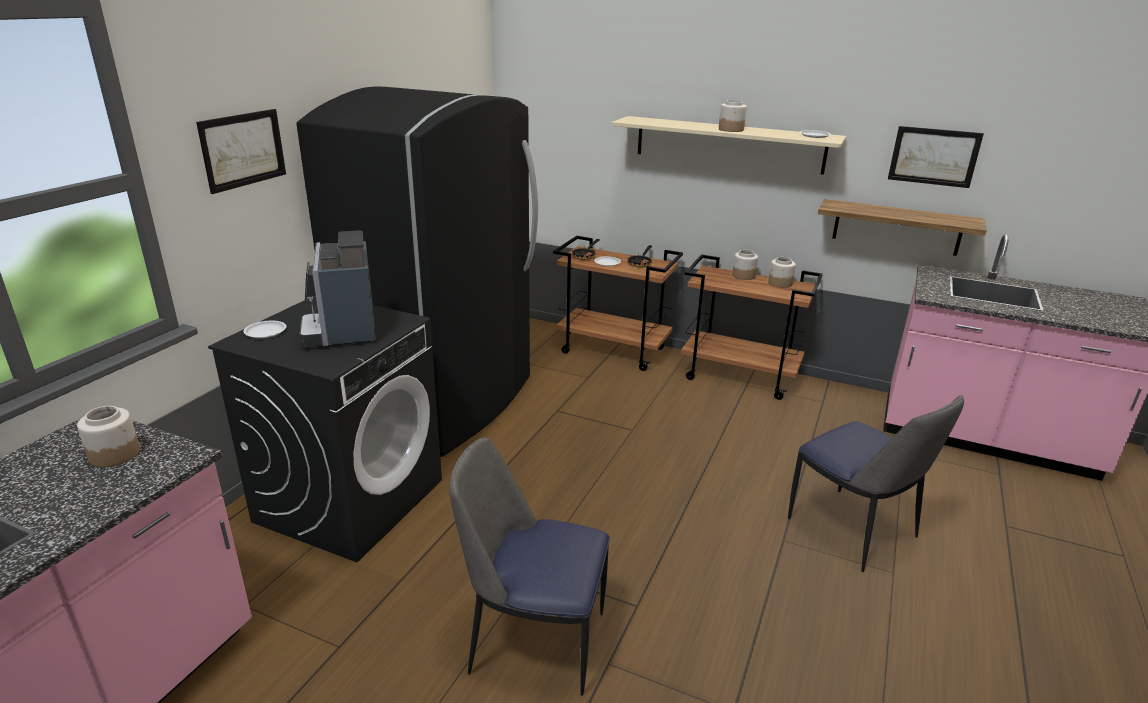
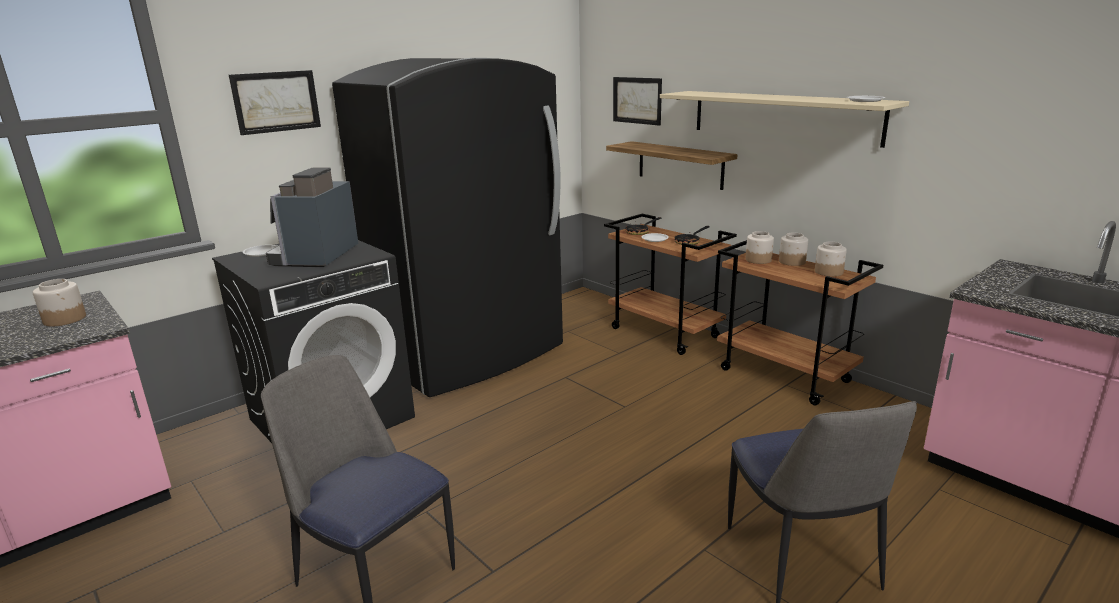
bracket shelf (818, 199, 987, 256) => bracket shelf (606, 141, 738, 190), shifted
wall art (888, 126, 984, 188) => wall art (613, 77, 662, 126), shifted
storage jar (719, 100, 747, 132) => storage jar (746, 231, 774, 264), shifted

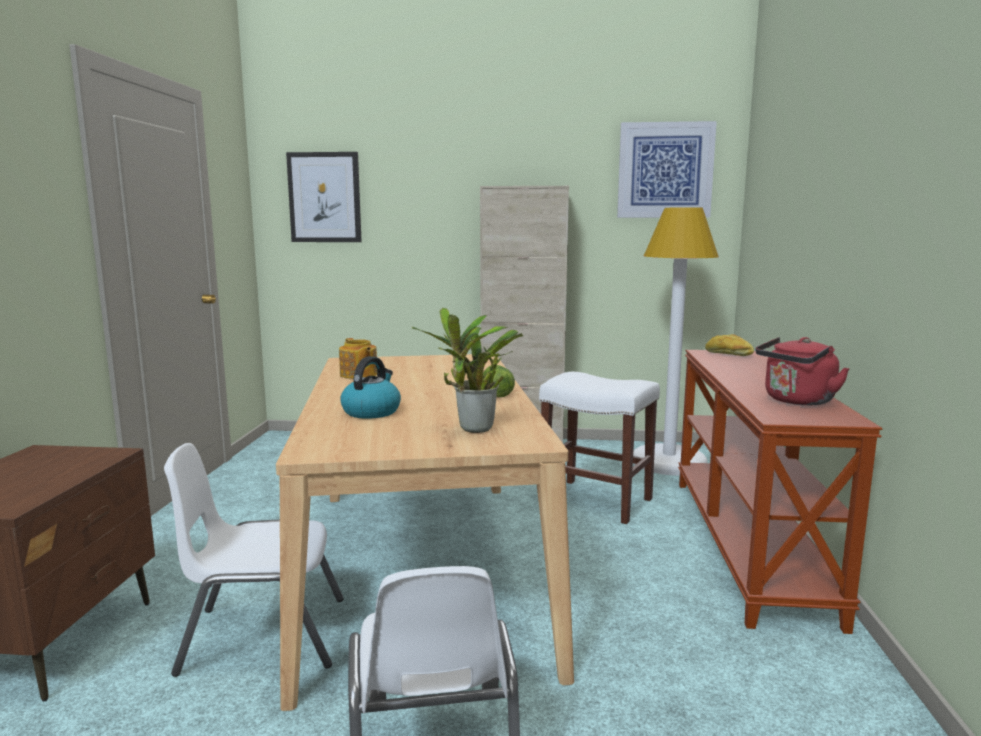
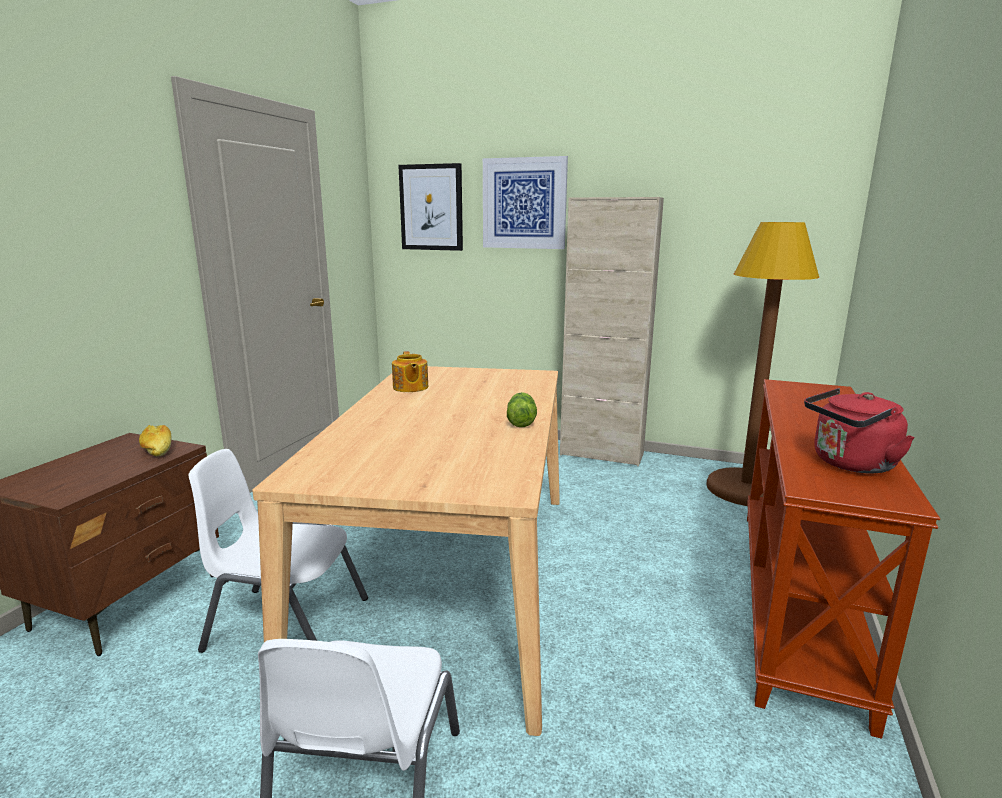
bakery bread (705, 334, 754, 356) => bakery bread (139, 425, 171, 456), shifted
wall art (617, 121, 717, 218) => wall art (483, 156, 568, 249), shifted
white floor lamp (633, 207, 719, 475) => brown-coloured floor lamp (706, 222, 819, 506)
water kettle (340, 356, 401, 419) => nothing
houseplant (412, 308, 523, 433) => nothing
white stool seat (539, 372, 660, 524) => nothing

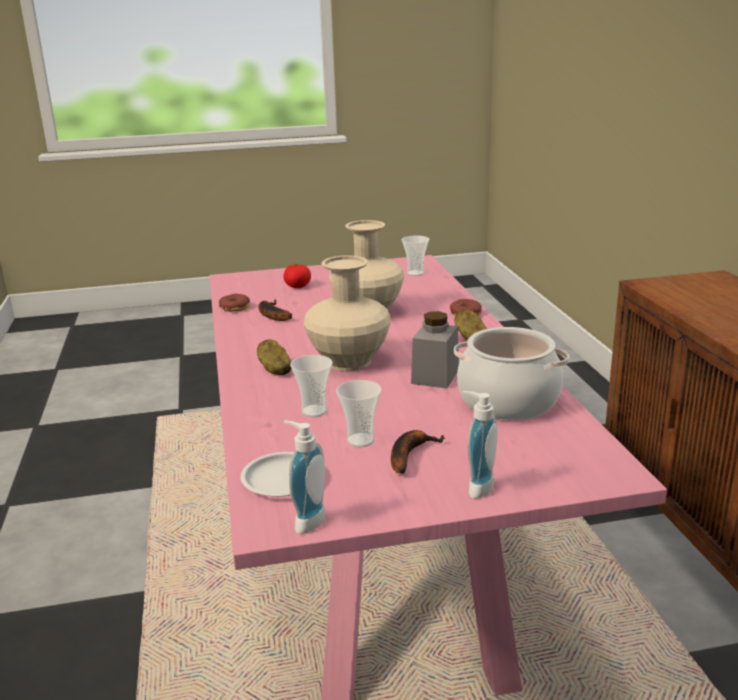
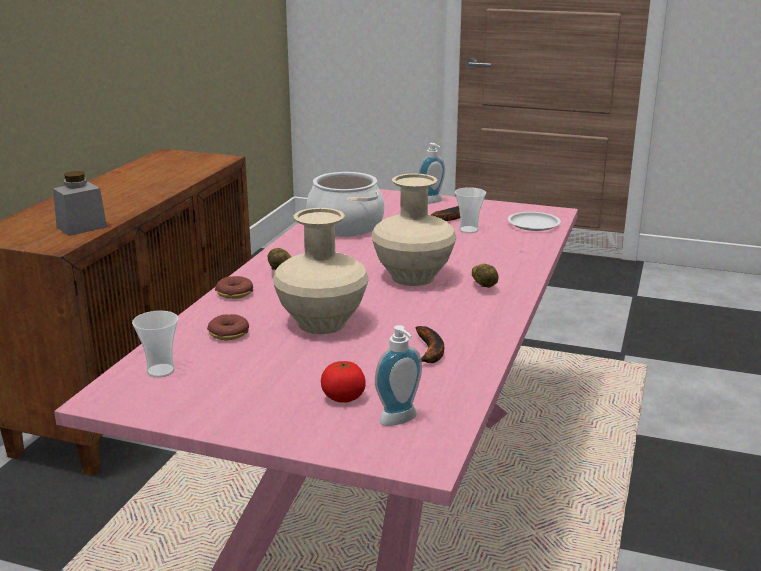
gray storage jar (411, 311, 459, 388) => gray storage jar (53, 171, 107, 236), shifted
ring doughnut (219, 294, 250, 312) => ring doughnut (207, 314, 249, 340), shifted
liquid soap bottle (283, 421, 326, 534) => liquid soap bottle (375, 325, 422, 426), shifted
small cup (290, 355, 332, 417) => nothing

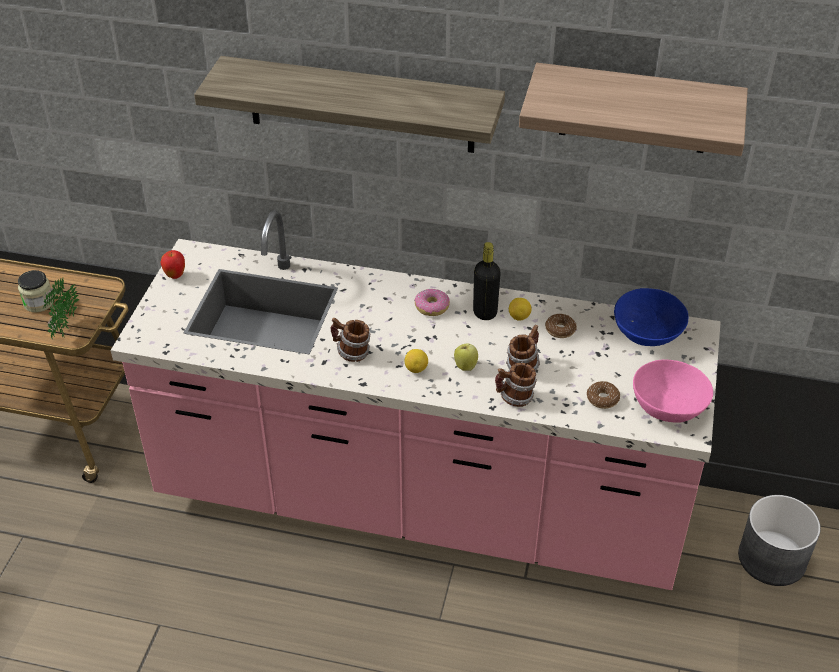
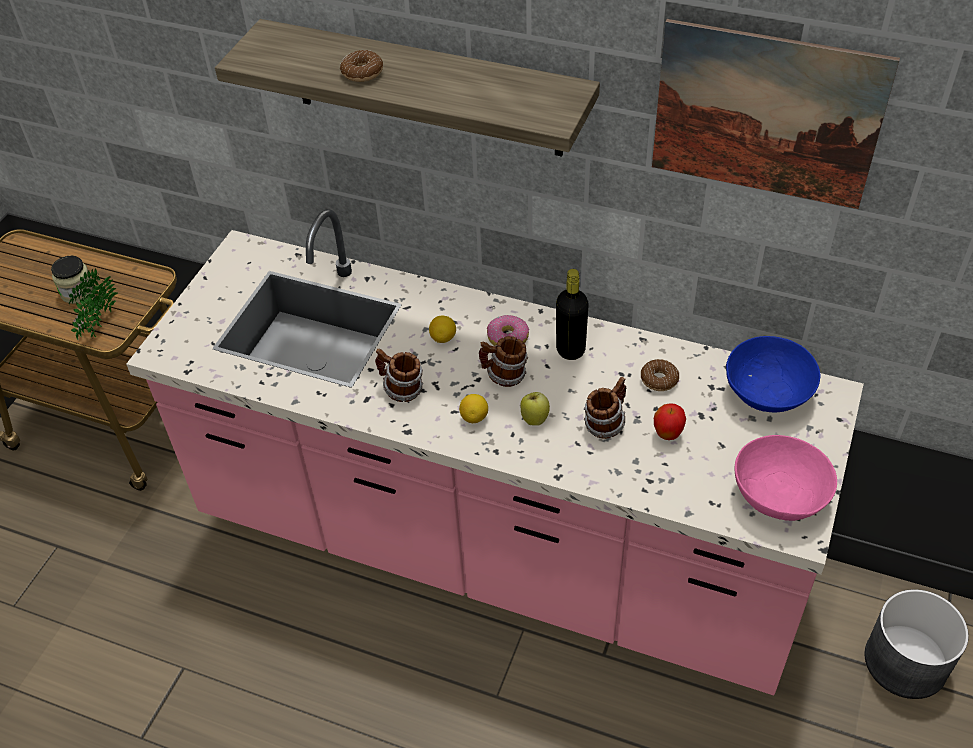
ring doughnut (587, 381, 620, 409) => ring doughnut (340, 50, 383, 82), shifted
lemon (509, 298, 531, 321) => lemon (429, 316, 456, 343), shifted
mug (495, 363, 537, 407) => mug (479, 336, 528, 387), shifted
bracket shelf (519, 63, 748, 156) => wall art (652, 19, 900, 209)
apple (161, 250, 185, 279) => apple (654, 403, 686, 440), shifted

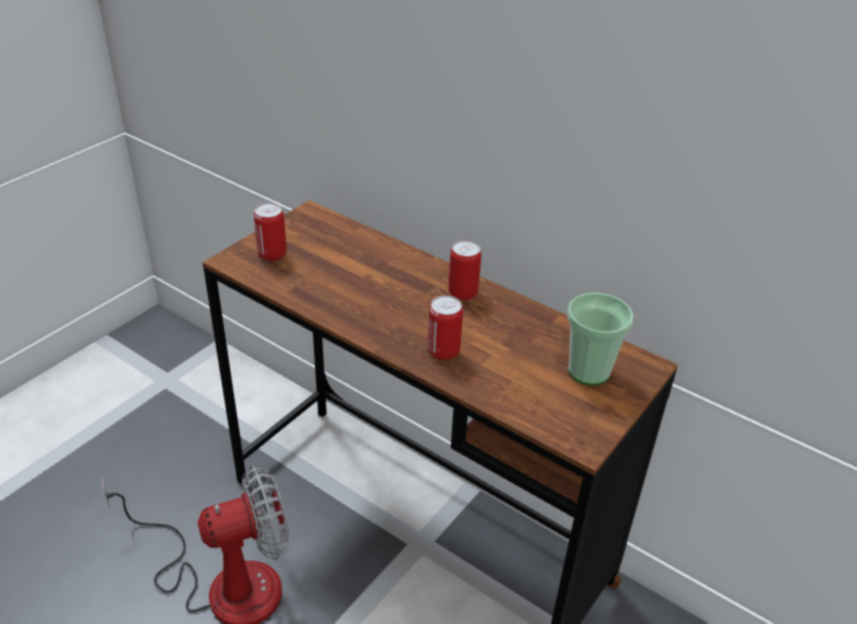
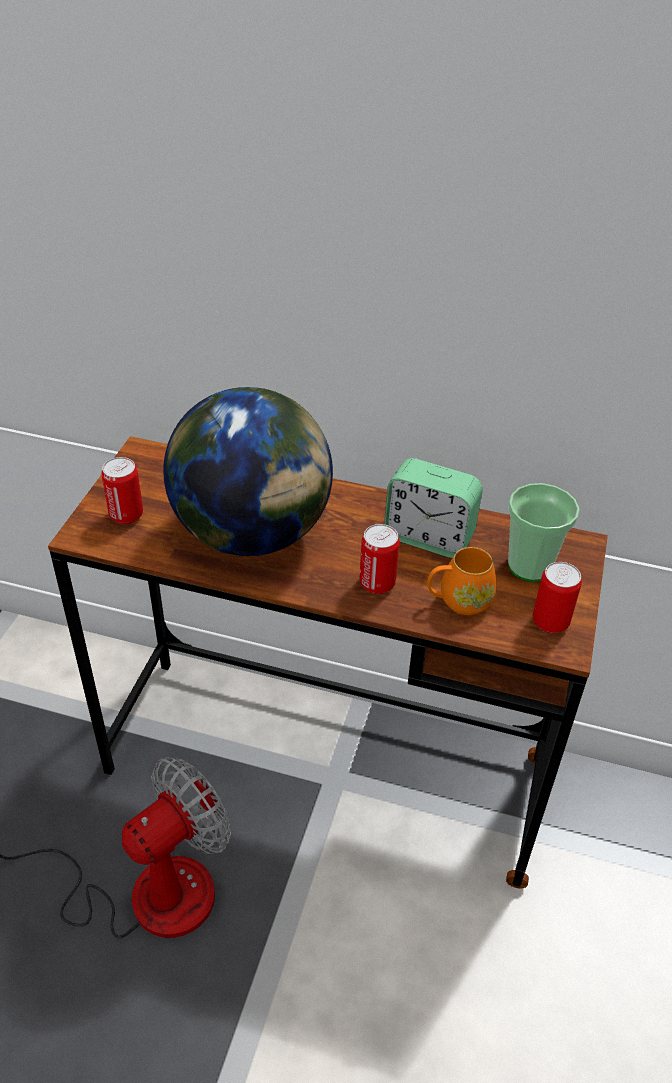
nothing => world globe (163, 387, 333, 556)
nothing => table clock (384, 458, 483, 558)
nothing => orange-coloured mug (427, 547, 497, 615)
metal can (448, 240, 481, 300) => metal can (533, 562, 582, 634), shifted

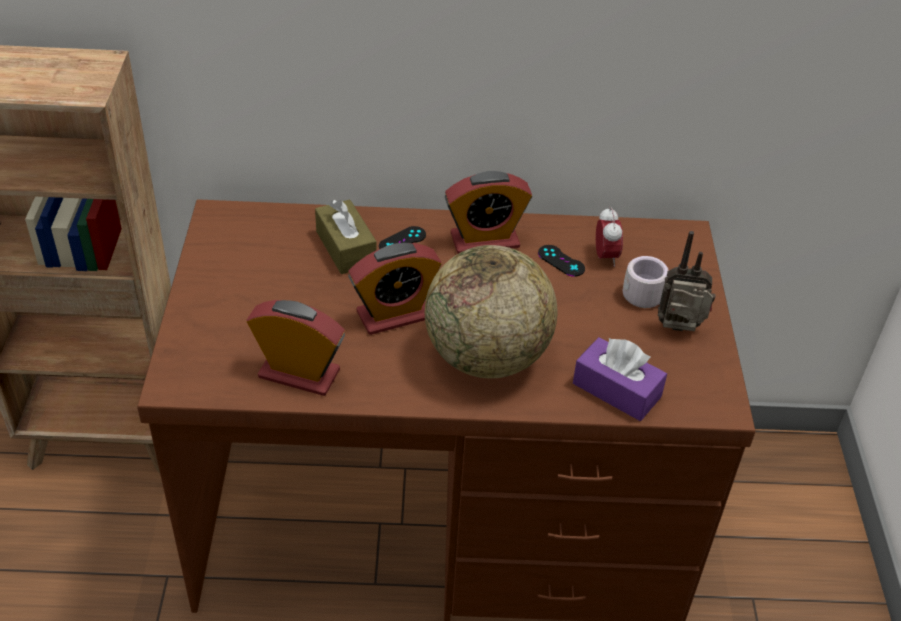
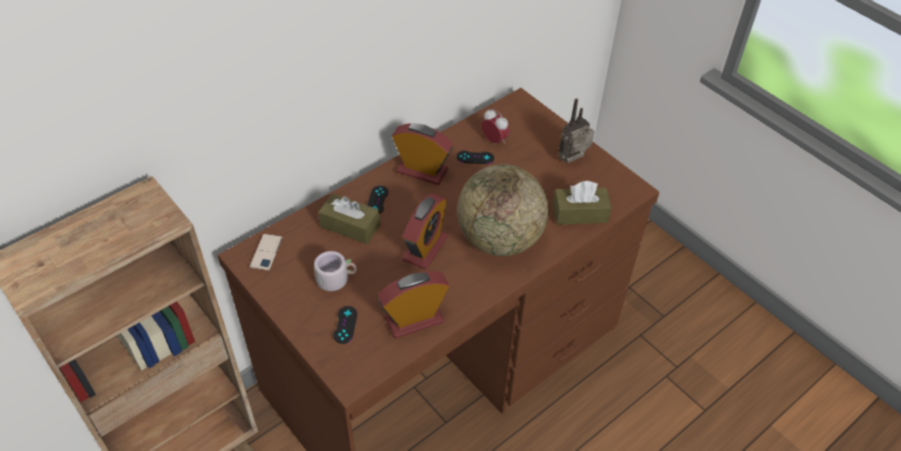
nothing => telephone (249, 234, 283, 271)
gray mug (623, 256, 669, 308) => gray mug (314, 251, 357, 291), shifted
nothing => black gamepad (333, 306, 357, 344)
table clock (445, 171, 532, 254) => table clock (392, 123, 453, 185), 105 degrees counterclockwise
purple tissue box (573, 337, 667, 421) => brown-coloured tissue box (553, 181, 612, 225)

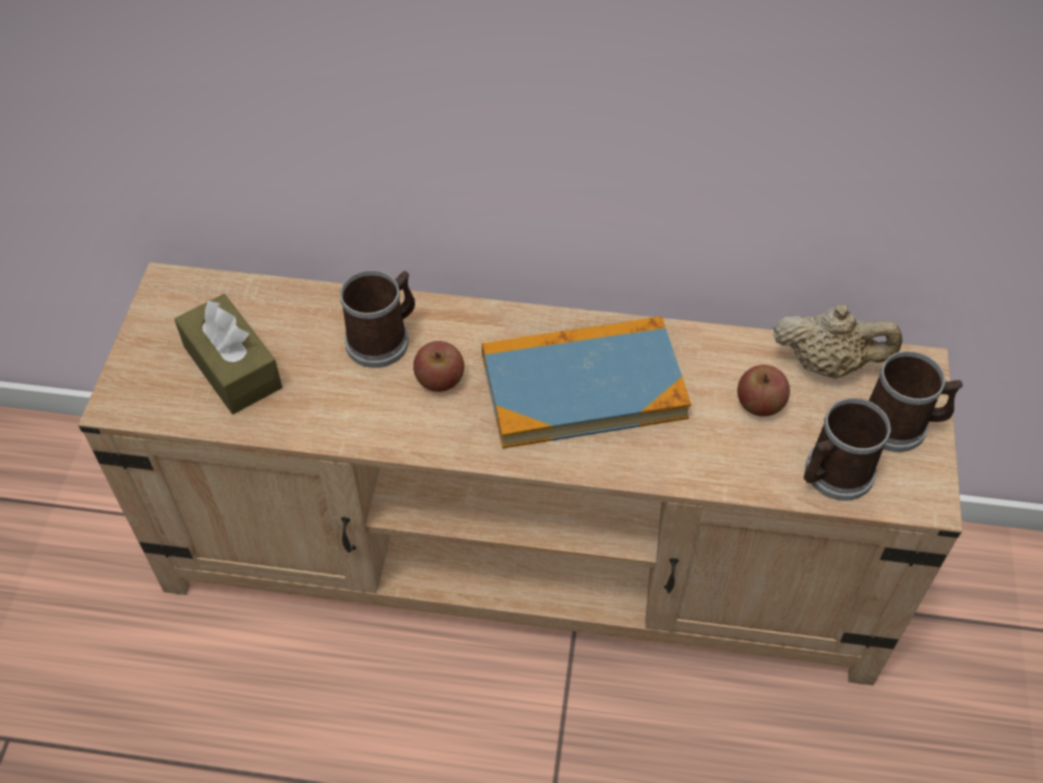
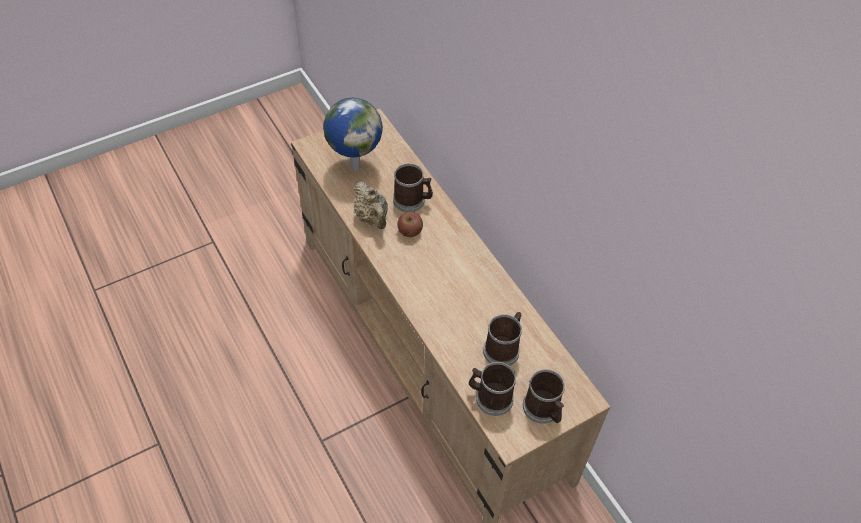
brown-coloured tissue box (174, 294, 282, 414) => world globe (323, 98, 383, 170)
sand-coloured pot for tea (773, 304, 902, 379) => sand-coloured pot for tea (354, 182, 388, 229), shifted
apple (737, 365, 790, 416) => mug (483, 312, 522, 366)
bound book (482, 316, 691, 449) => nothing

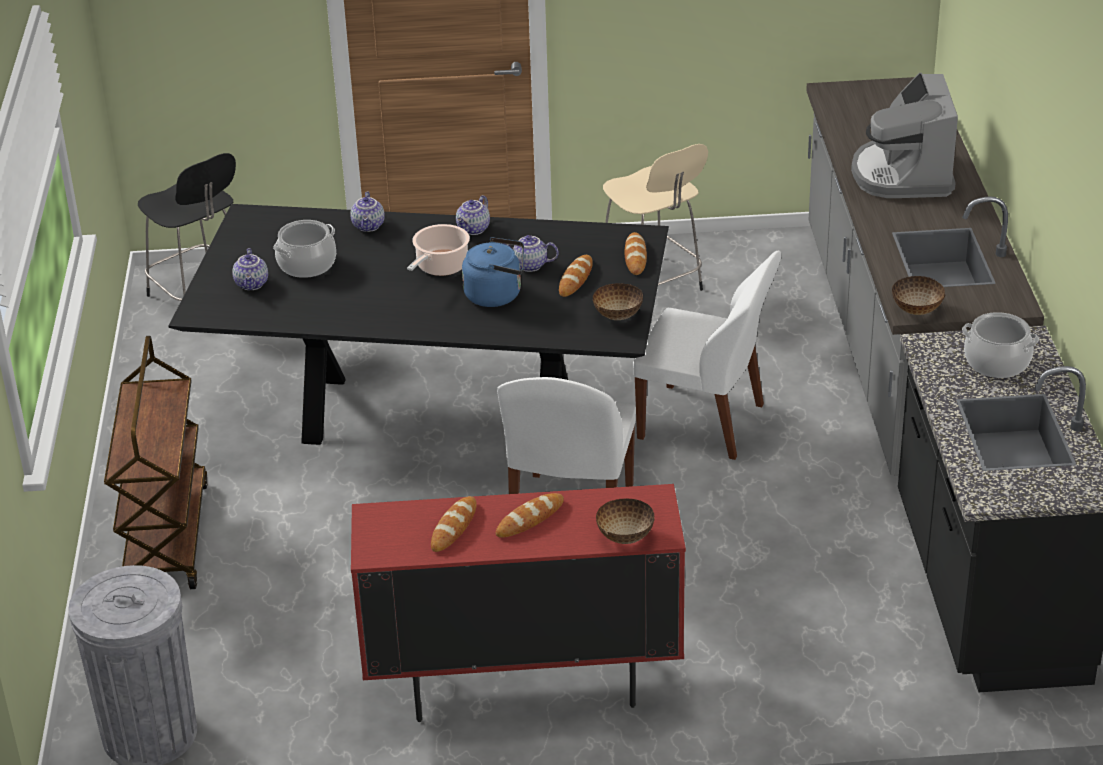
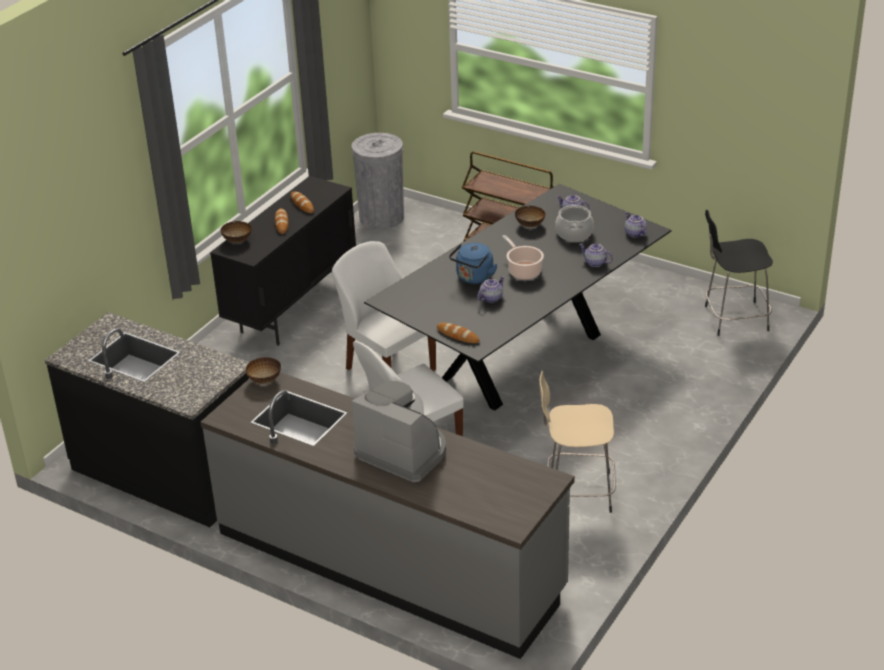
red storage cabinet (351, 484, 686, 722) => black storage cabinet (210, 176, 356, 346)
deep dish (593, 283, 643, 320) => deep dish (515, 206, 546, 228), shifted
pot for tea (456, 195, 490, 235) => pot for tea (625, 212, 647, 238), shifted
bakery bread (559, 255, 593, 297) => nothing
cooking pot (962, 312, 1039, 378) => nothing

